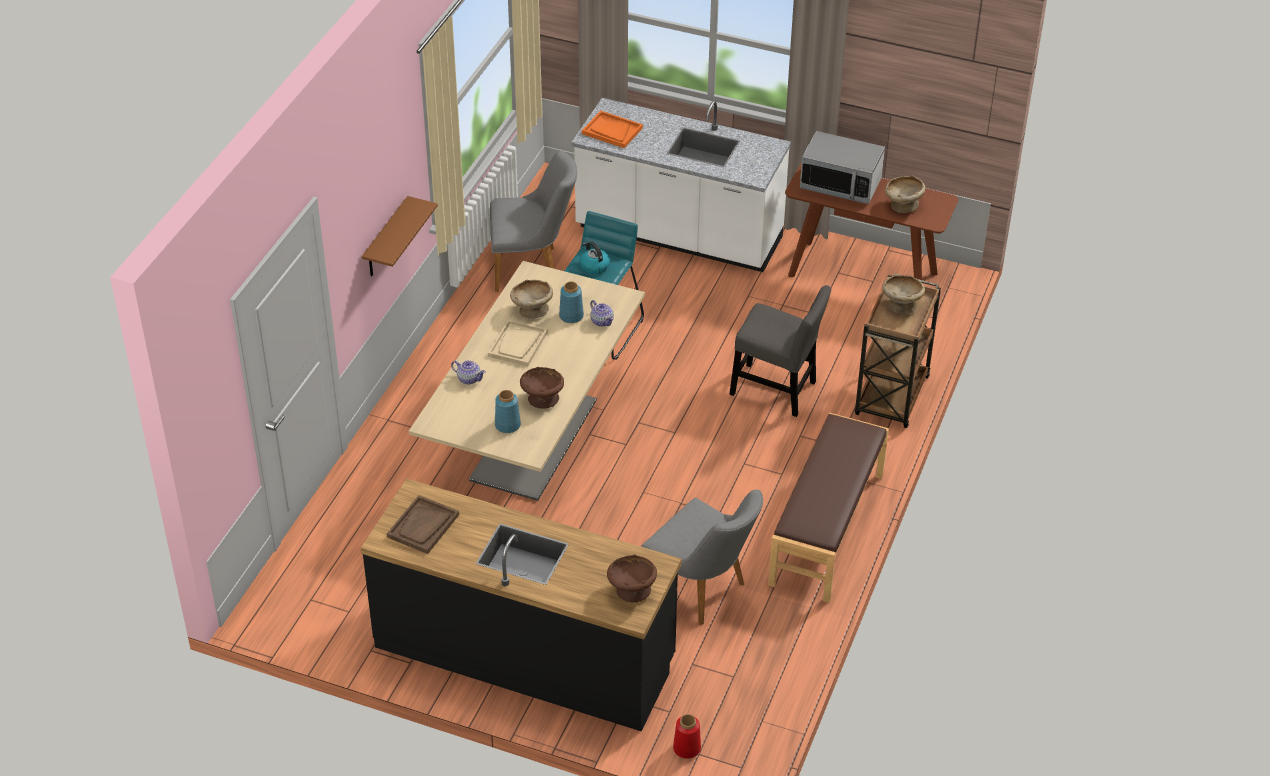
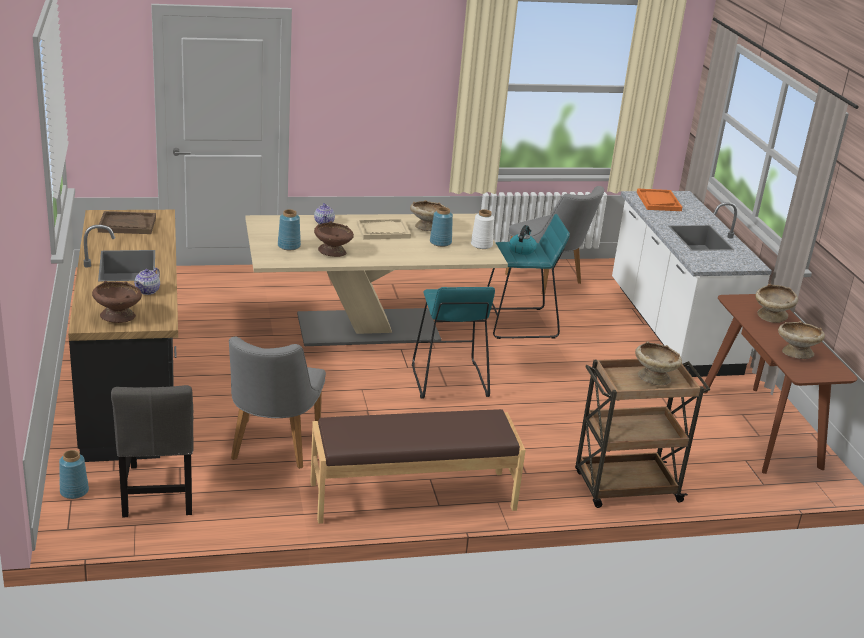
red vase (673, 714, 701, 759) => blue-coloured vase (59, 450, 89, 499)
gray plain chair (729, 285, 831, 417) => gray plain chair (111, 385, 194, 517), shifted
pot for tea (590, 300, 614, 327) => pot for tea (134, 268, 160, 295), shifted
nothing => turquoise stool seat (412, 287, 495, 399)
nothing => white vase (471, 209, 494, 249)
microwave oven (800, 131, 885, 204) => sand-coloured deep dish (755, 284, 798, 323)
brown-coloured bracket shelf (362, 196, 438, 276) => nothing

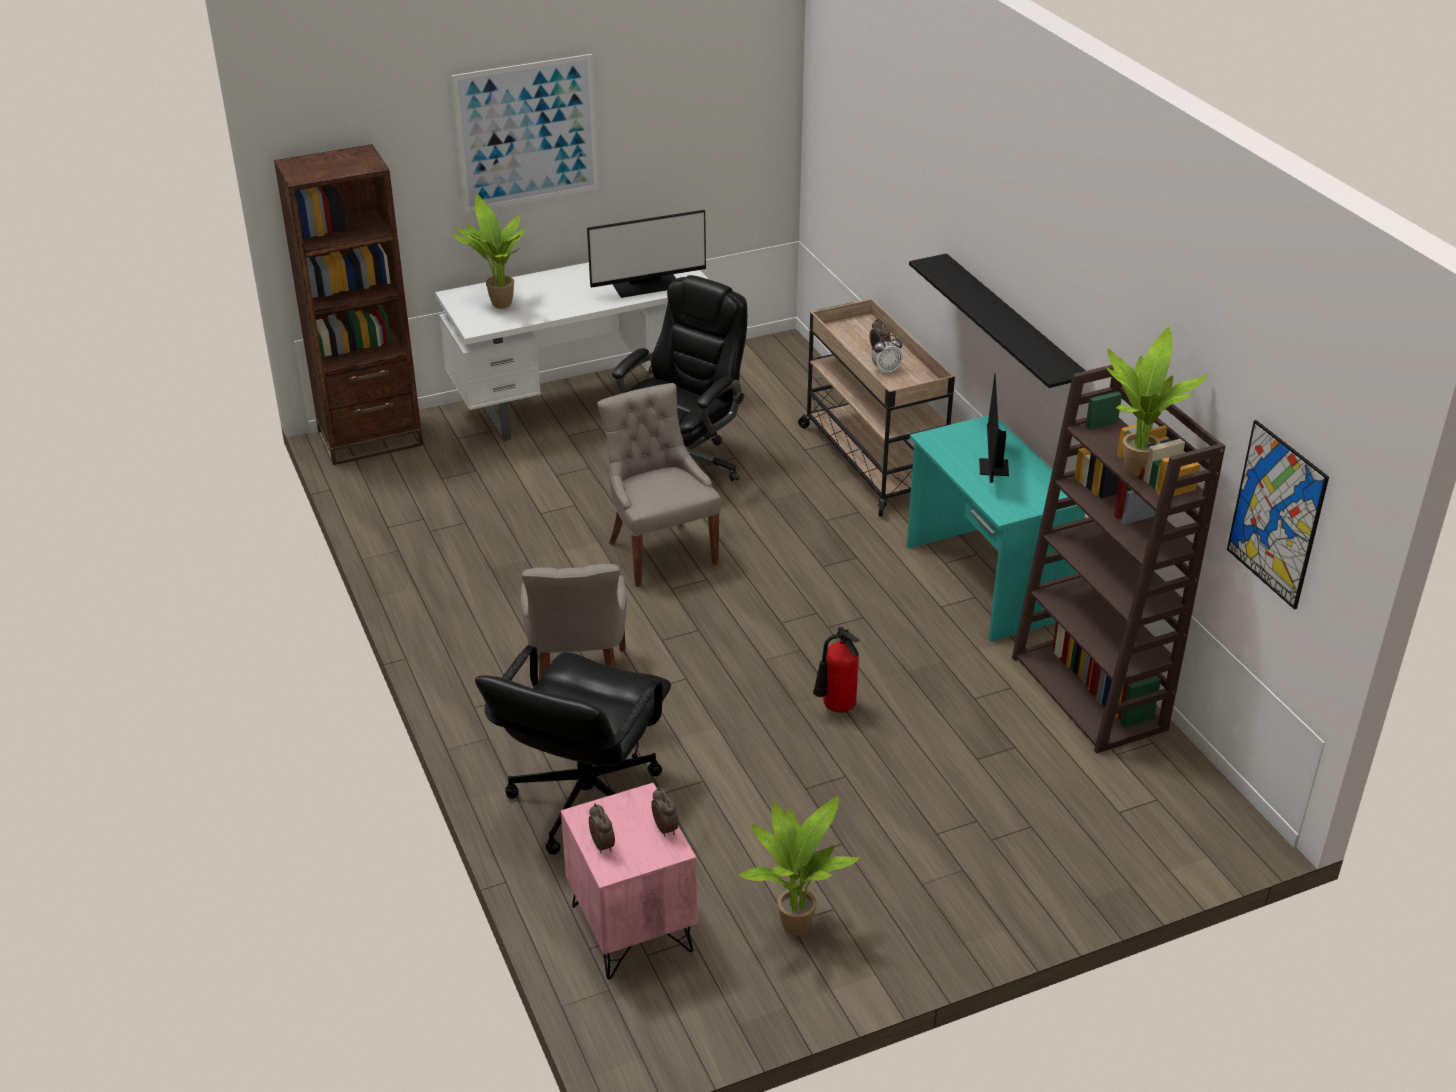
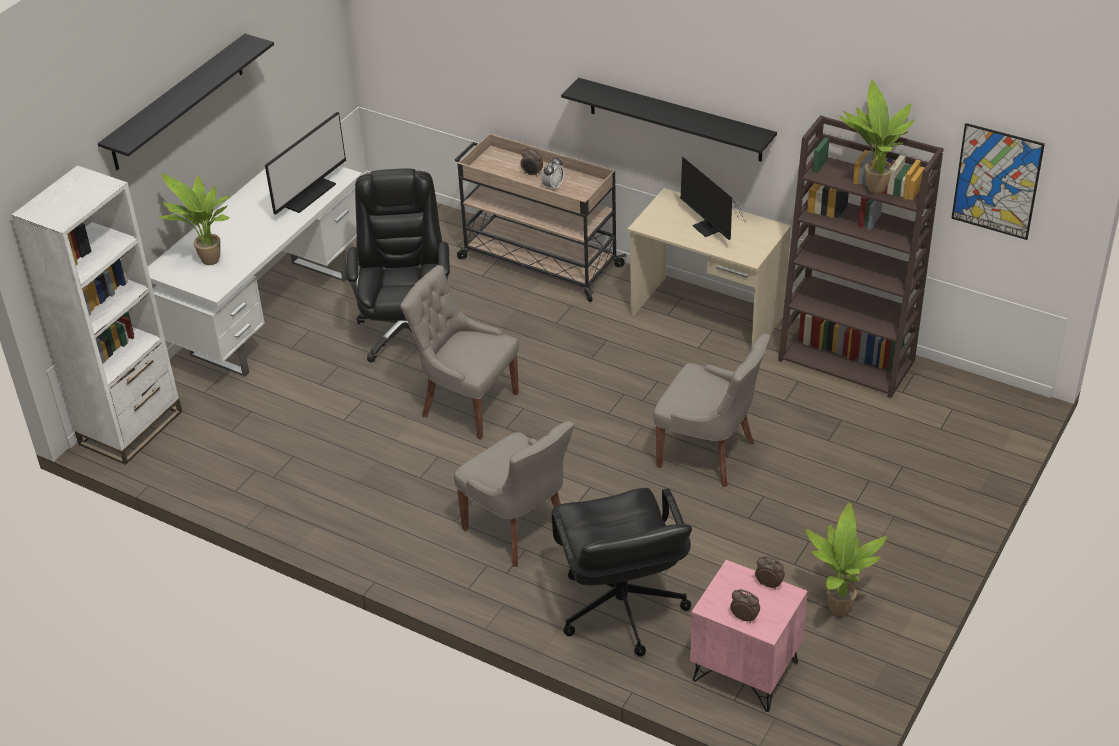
brown-coloured shelving unit (274, 144, 423, 465) => white shelving unit (11, 165, 182, 465)
wall art (452, 54, 598, 213) => black bracket shelf (98, 34, 274, 170)
turquoise desk table (907, 415, 1085, 642) => sand-coloured desk table (628, 188, 791, 345)
extinguisher (813, 627, 859, 713) => gray plain chair (653, 333, 770, 487)

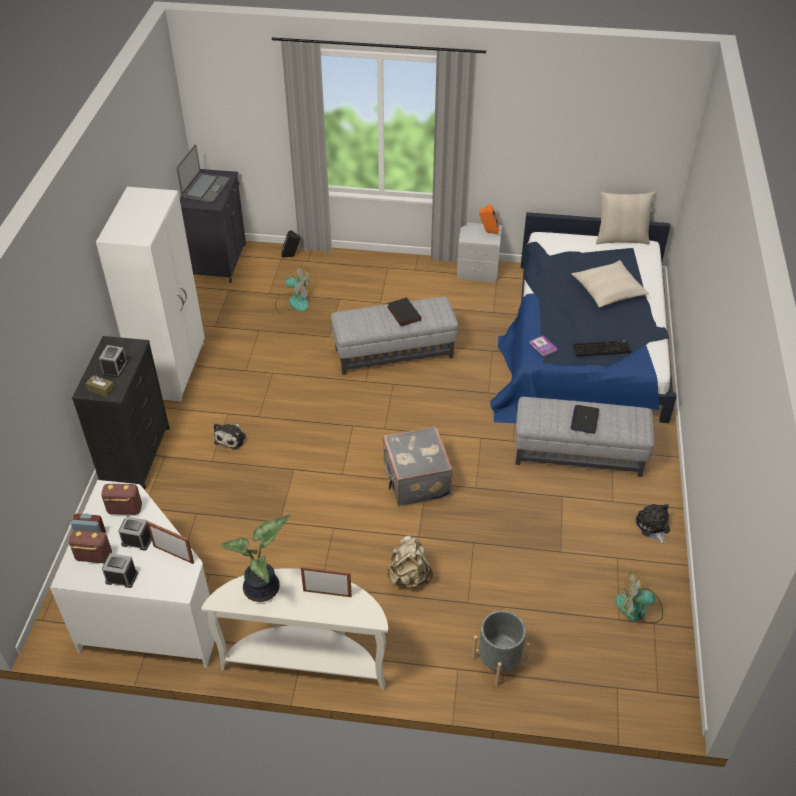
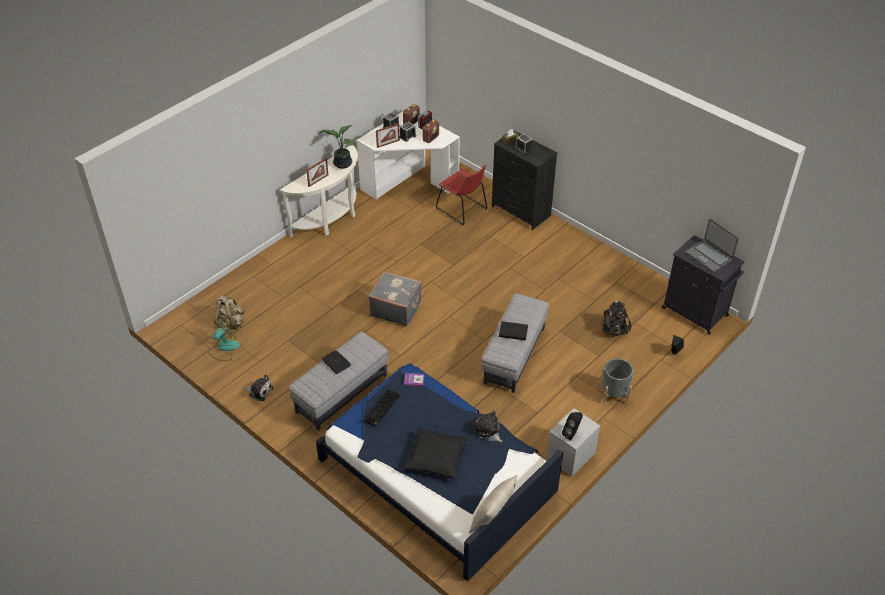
sand-coloured rucksack (387, 535, 433, 589) => sand-coloured rucksack (214, 296, 244, 330), shifted
sand-coloured pillow (572, 260, 649, 308) => black pillow (404, 428, 468, 479)
nothing => red plain chair (436, 165, 487, 225)
cuddly toy (214, 423, 246, 450) => cuddly toy (474, 411, 502, 442), shifted
orange-coloured loudspeaker (479, 204, 500, 234) => black loudspeaker (562, 412, 583, 441)
gray planter (472, 610, 530, 686) => gray planter (600, 358, 633, 404), shifted
electric fan (275, 265, 312, 314) => black rucksack (601, 301, 631, 336)
white armoire (96, 187, 205, 401) => nothing

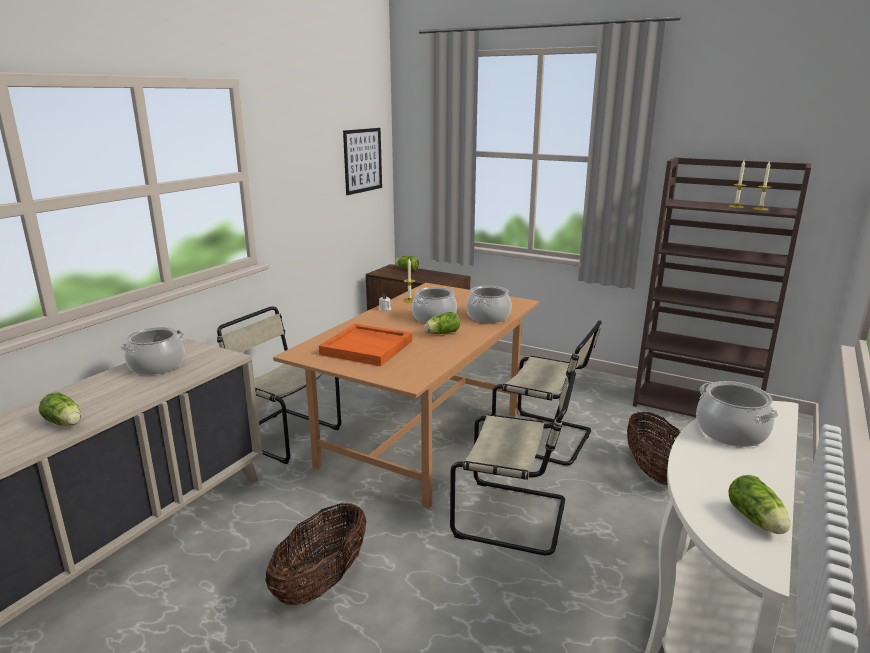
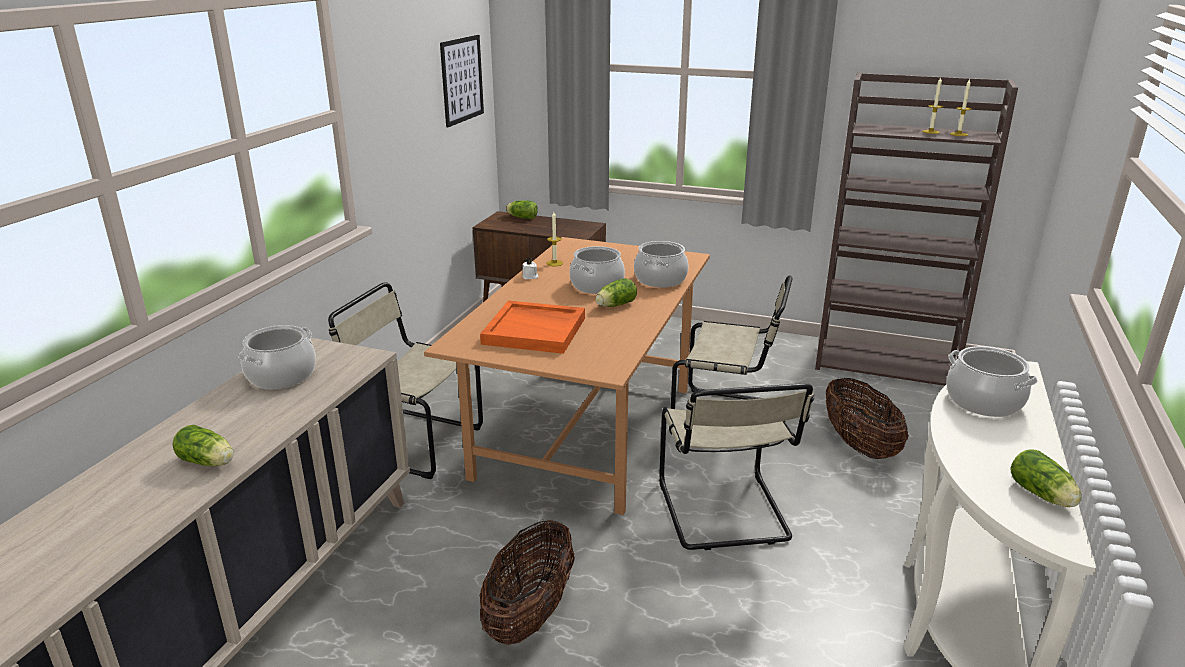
sand-coloured plain chair (450, 371, 576, 555) => sand-coloured plain chair (659, 383, 814, 550), 75 degrees clockwise

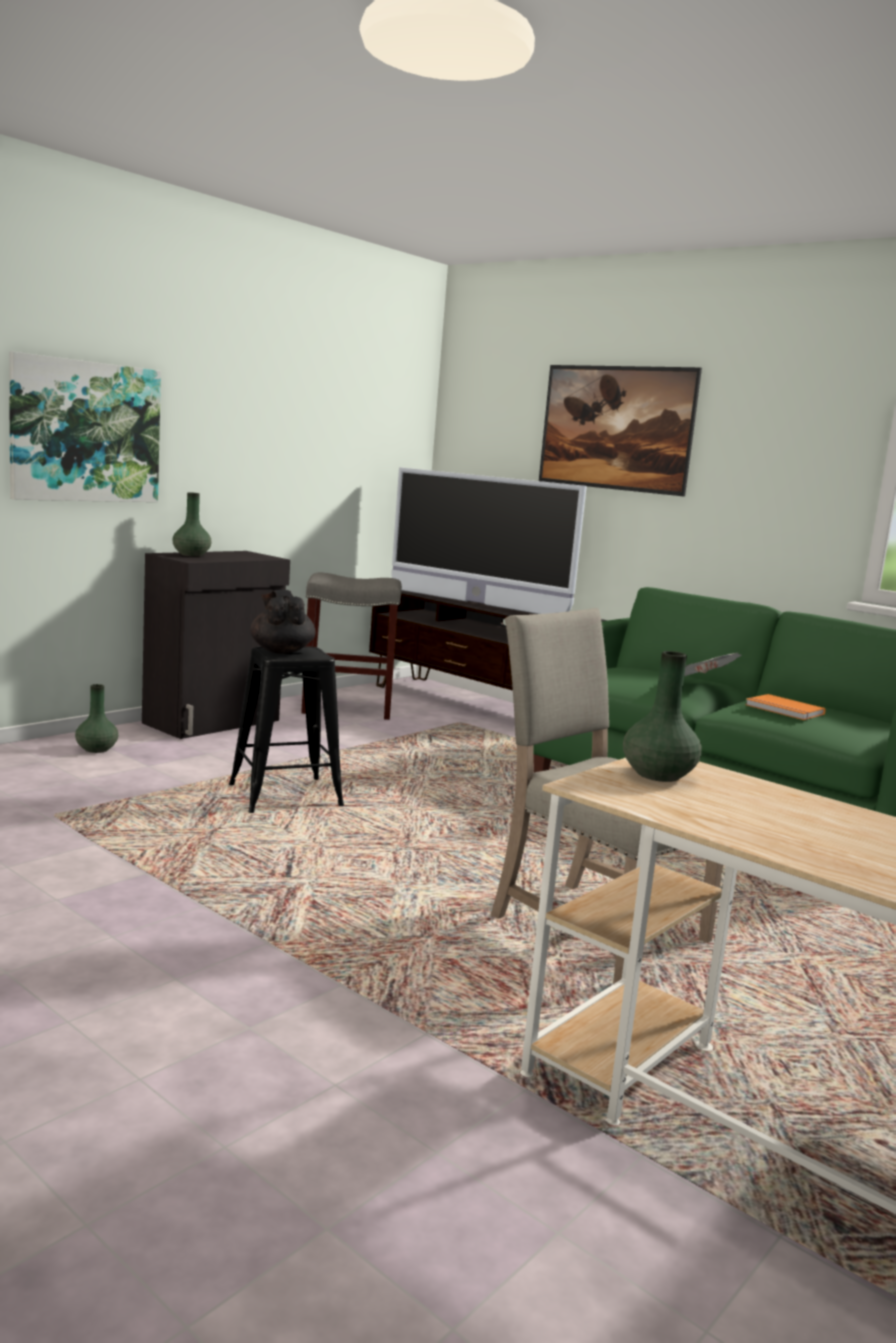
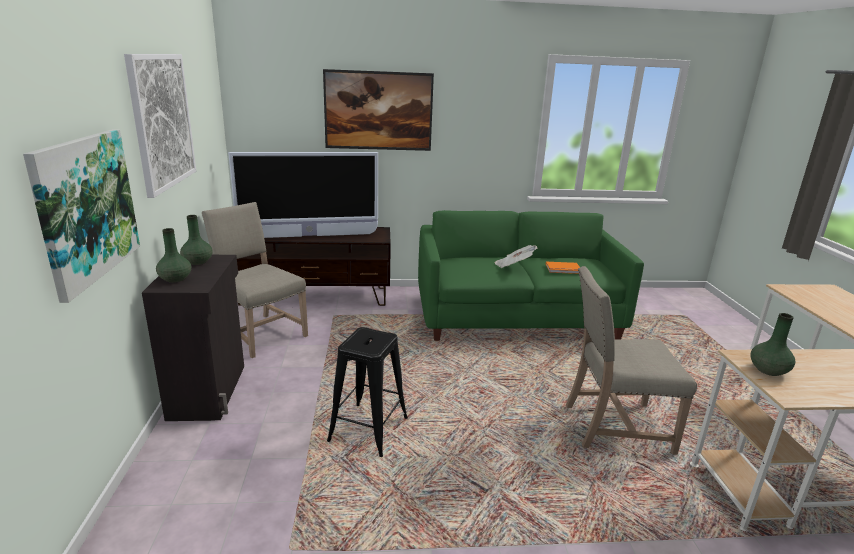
nothing => wall art (124, 54, 196, 198)
greenish vase (75, 684, 118, 753) => greenish vase (180, 215, 213, 265), shifted
gray stool seat (301, 573, 402, 720) => sand-coloured plain chair (202, 202, 308, 358)
black pot for tea (250, 590, 316, 654) => nothing

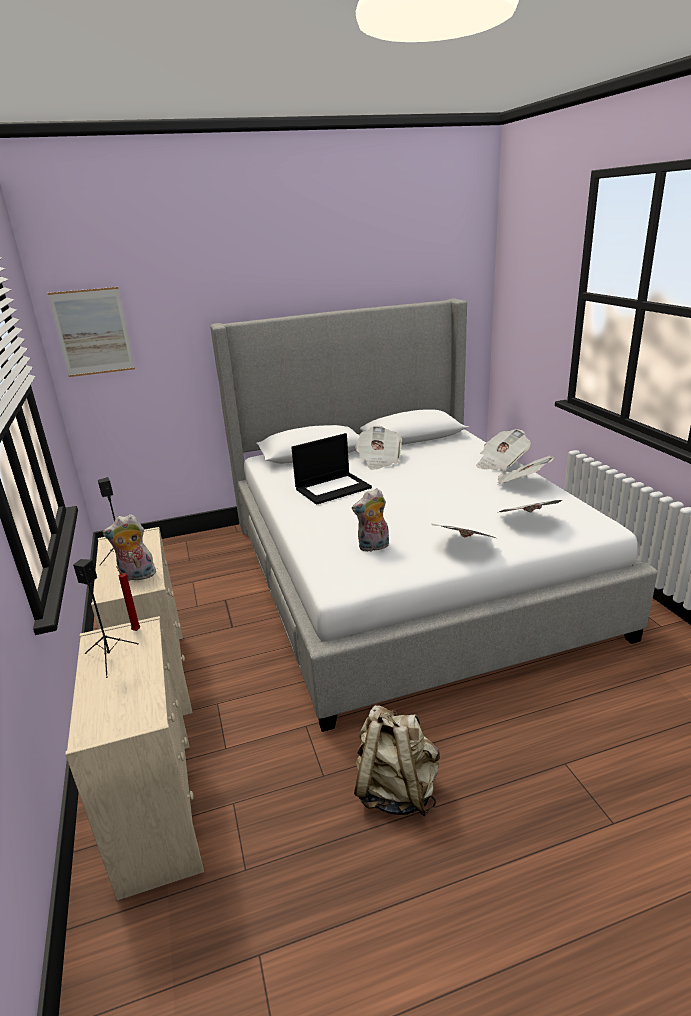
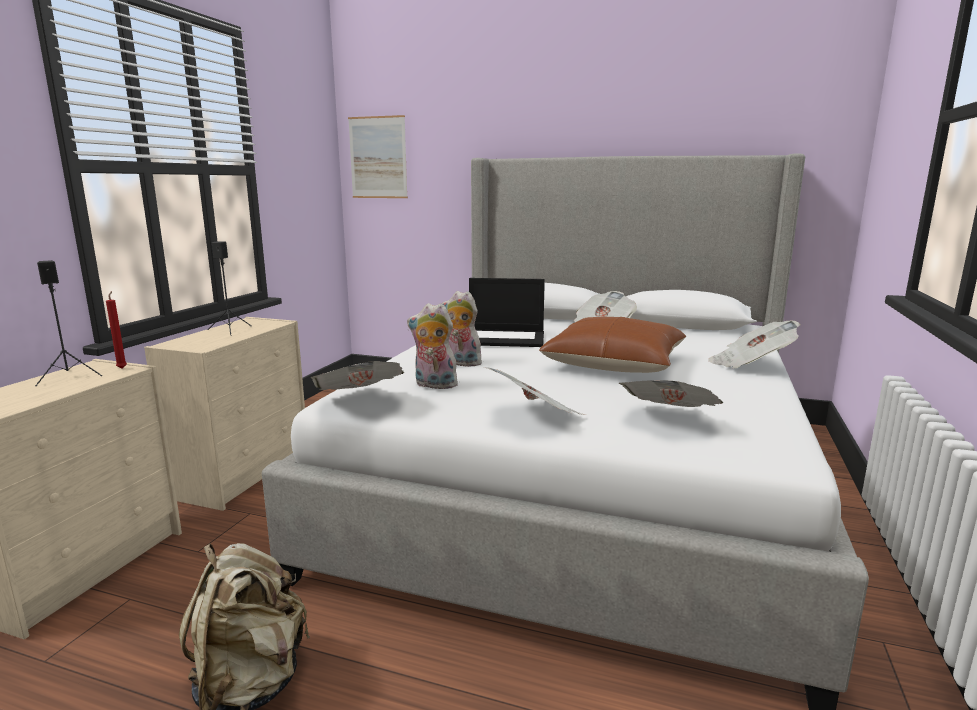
newspaper (497, 456, 554, 485) => newspaper (310, 361, 404, 390), shifted
cuddly toy (102, 514, 156, 582) => cuddly toy (442, 291, 482, 367), shifted
nothing => brown-coloured pillow (539, 317, 686, 373)

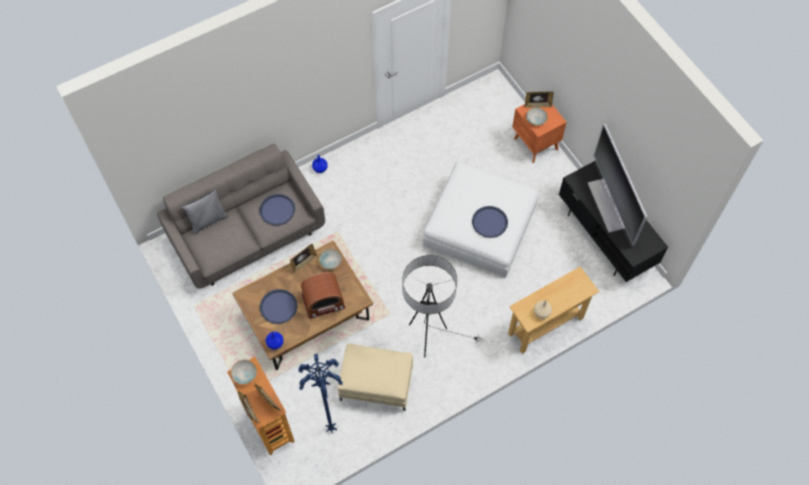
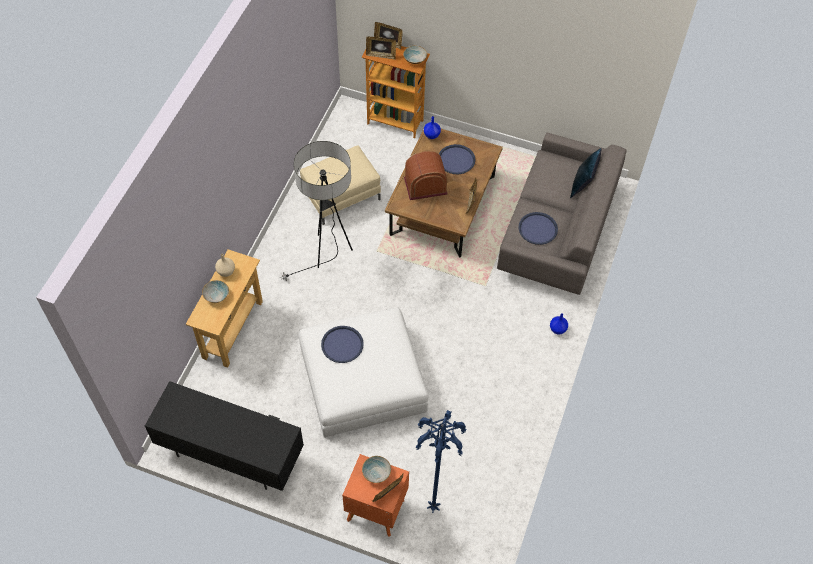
deep dish (319, 249, 342, 269) => deep dish (202, 280, 229, 303), shifted
radio (301, 272, 345, 319) => radio (404, 151, 447, 200), 45 degrees clockwise
blue-coloured floor lamp (298, 354, 343, 434) => blue-coloured floor lamp (416, 410, 467, 513), shifted
gray pillow (182, 190, 229, 235) => blue-coloured pillow (570, 148, 602, 198)
TV (588, 123, 647, 246) => nothing

